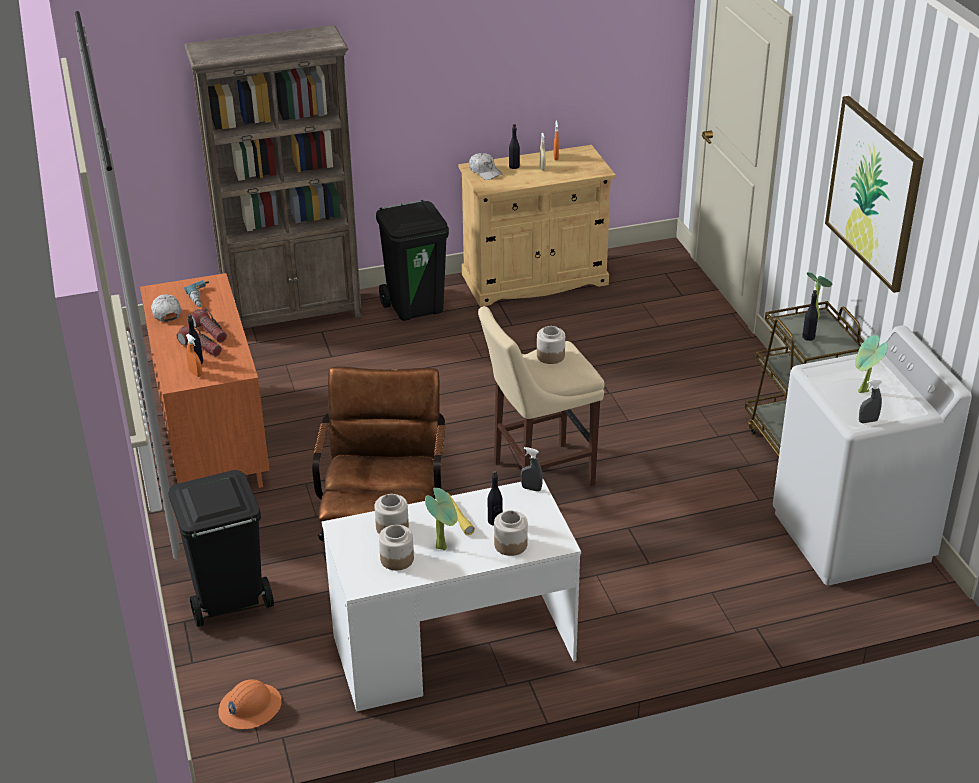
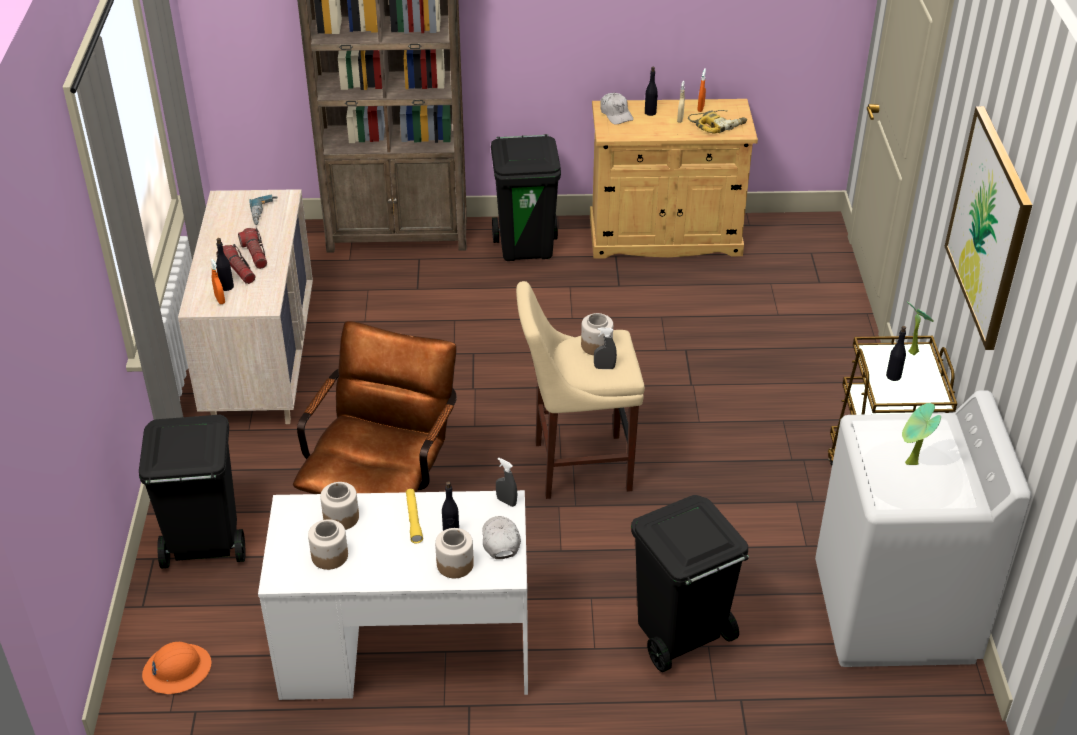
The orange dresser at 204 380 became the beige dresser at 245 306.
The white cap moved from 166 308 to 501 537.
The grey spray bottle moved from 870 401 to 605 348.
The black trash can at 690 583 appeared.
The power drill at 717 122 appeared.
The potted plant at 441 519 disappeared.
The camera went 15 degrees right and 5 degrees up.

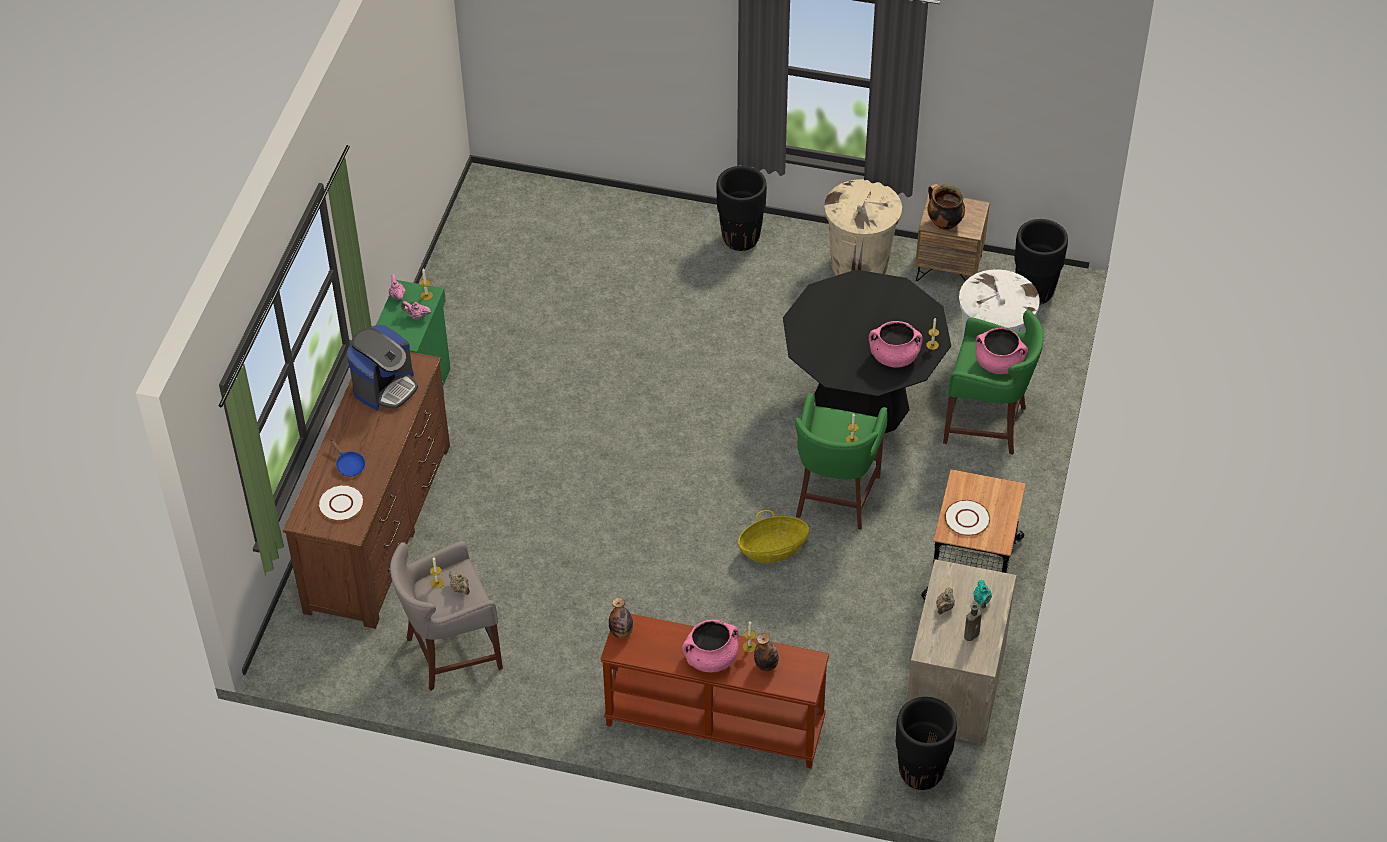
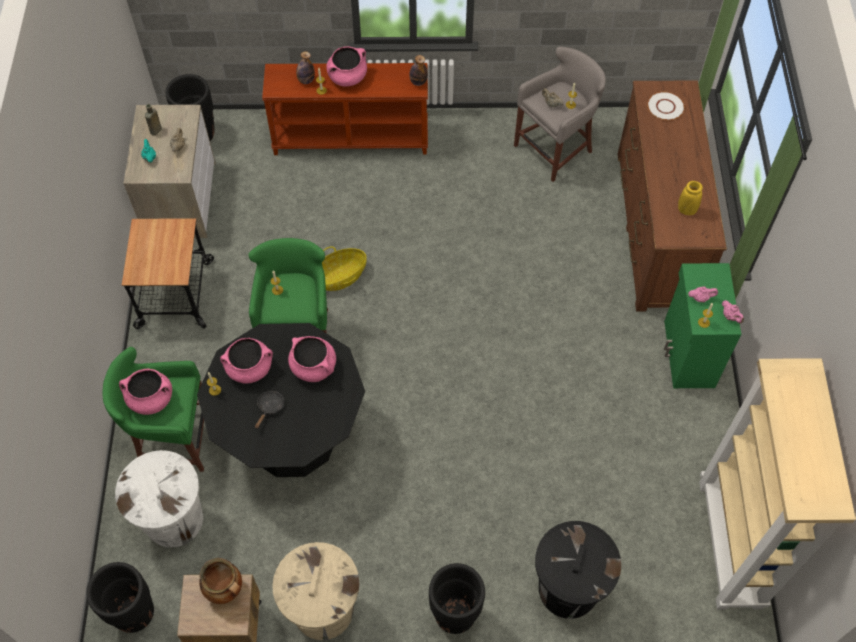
The black frying pan at 269 410 appeared.
The pink cooking pot at 312 359 appeared.
The black trash can at 578 570 appeared.
The coffee machine at 382 367 was replaced by the yellow vase at 690 198.
The beige bookcase at 777 483 appeared.
The blue frying pan at 347 458 disappeared.
The white plate at 967 518 disappeared.
The camera went 165 degrees right and 10 degrees up.

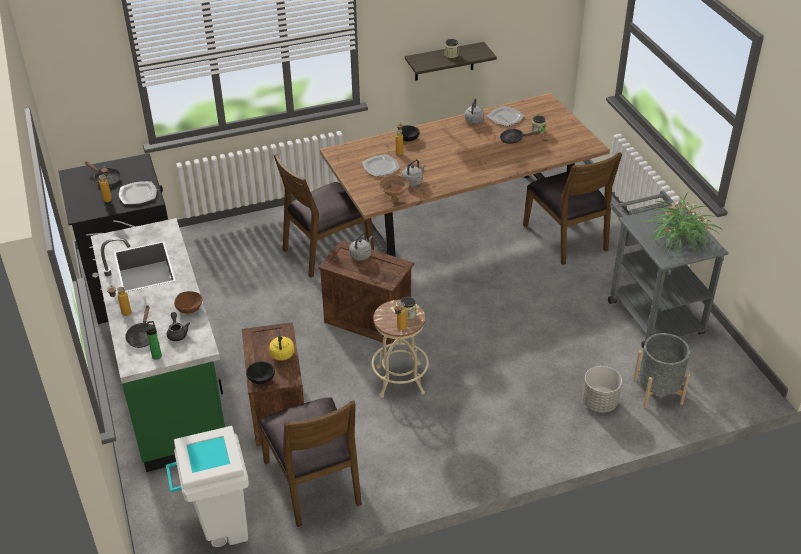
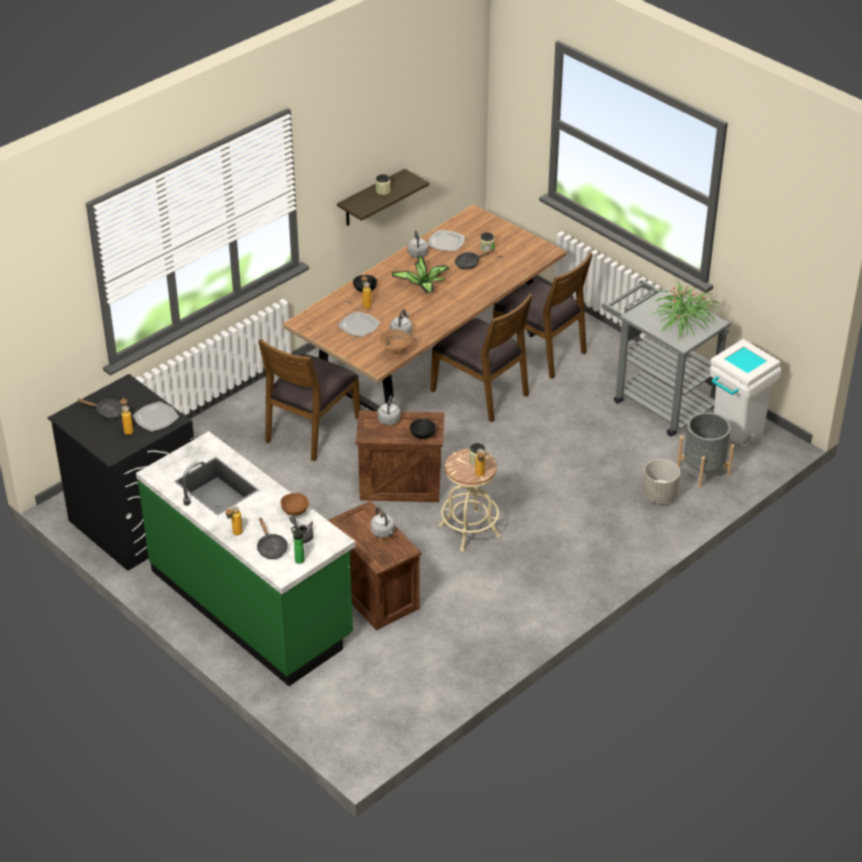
The yellow kettle at 281 345 became the grey kettle at 382 522.
The potted plant at 421 274 appeared.
The black bowl moved from 260 372 to 423 429.
The brown chair moved from 310 462 to 481 358.
The white trash can moved from 207 486 to 745 392.
The camera went 25 degrees left and 0 degrees up.

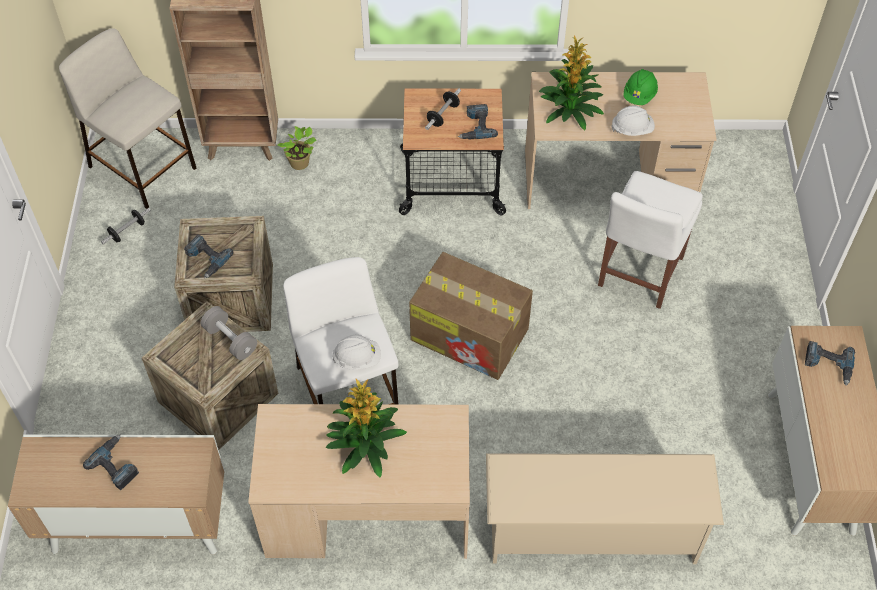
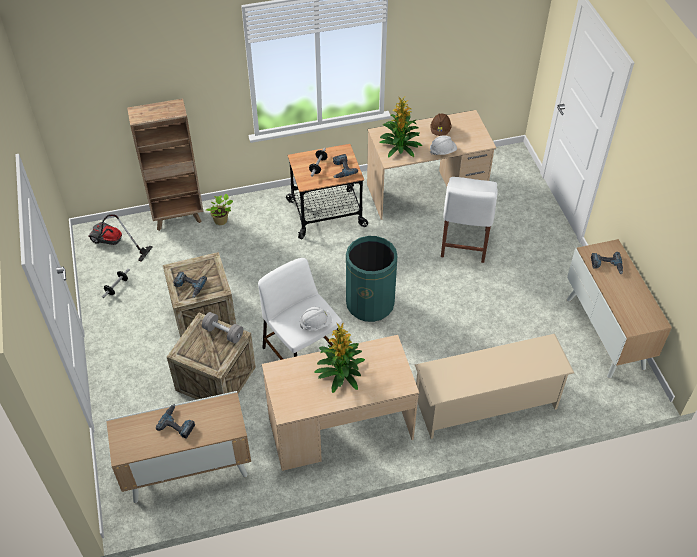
The beige stool at 127 118 was replaced by the vacuum cleaner at 120 238.
The cardboard box at 471 316 was replaced by the green trash can at 371 279.
The green hard hat at 640 87 became the brown hard hat at 441 124.
The camera went 15 degrees left and 5 degrees down.

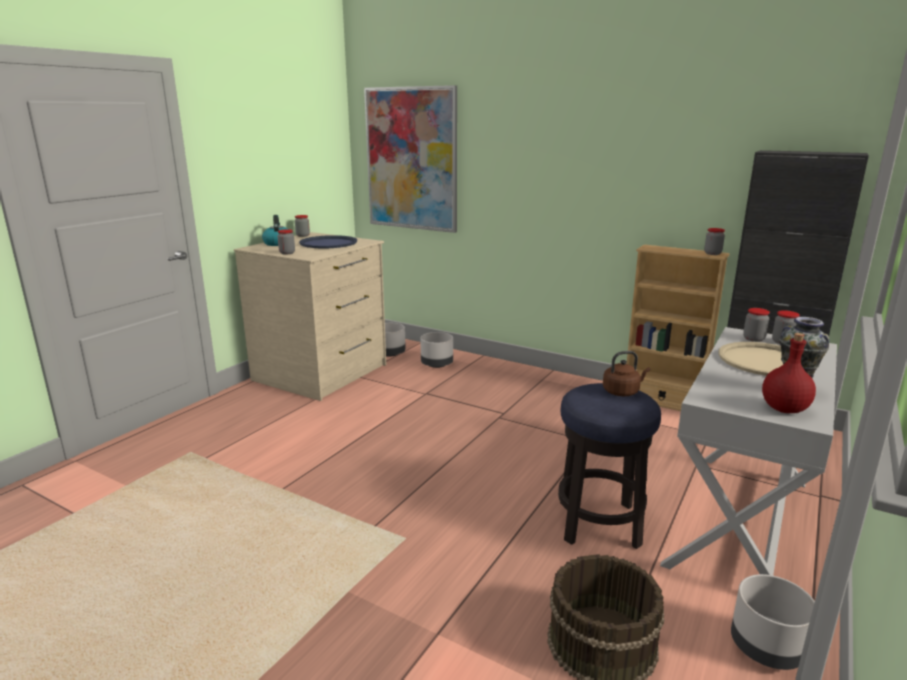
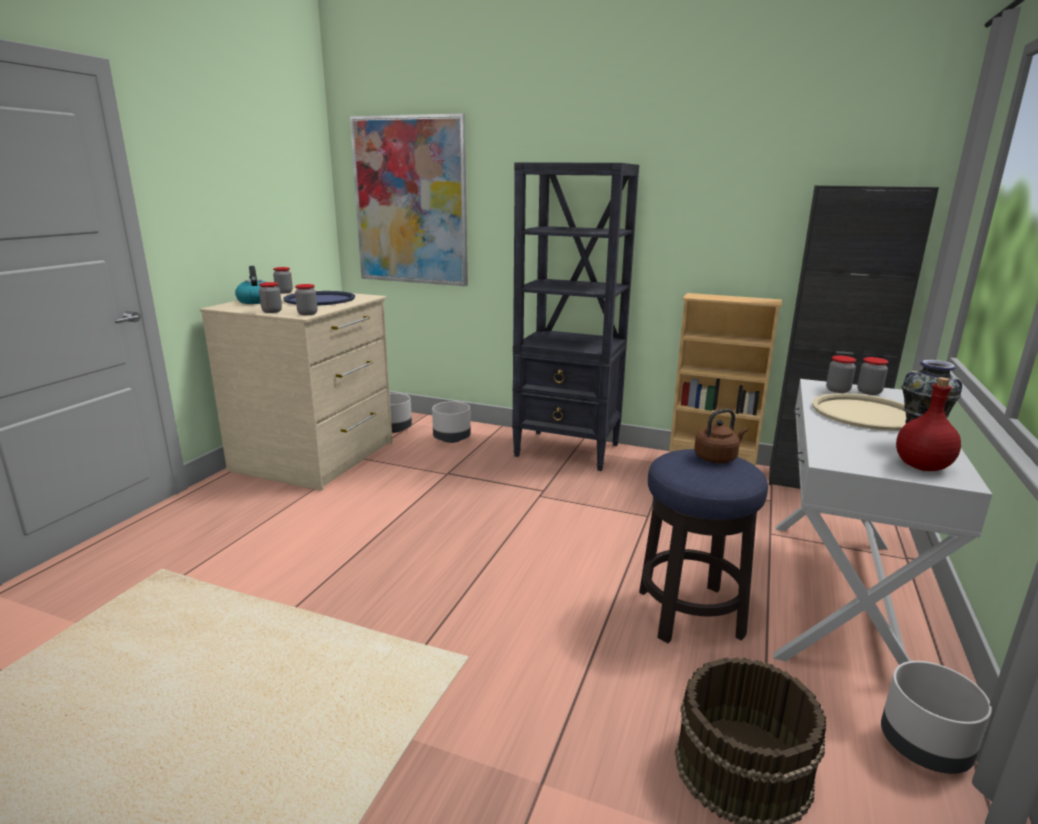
The jar moved from 714 241 to 306 299.
The black bookcase at 575 316 appeared.
The camera went 10 degrees left and 0 degrees up.

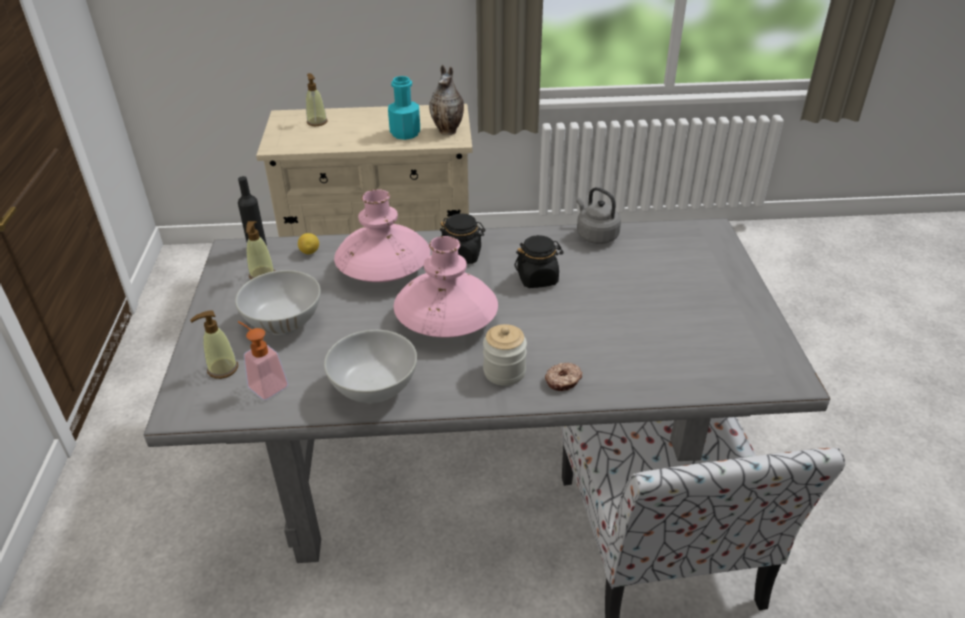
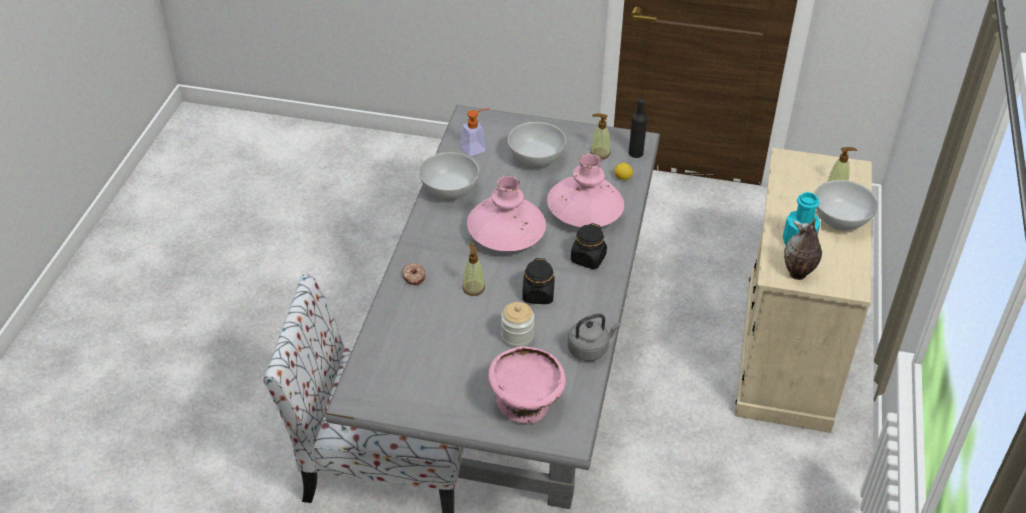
The soap dispenser moved from 214 344 to 474 269.
The pink bowl at 527 385 appeared.
The jar moved from 505 355 to 517 325.
The white bowl at 846 205 appeared.
The camera went 105 degrees right and 5 degrees up.

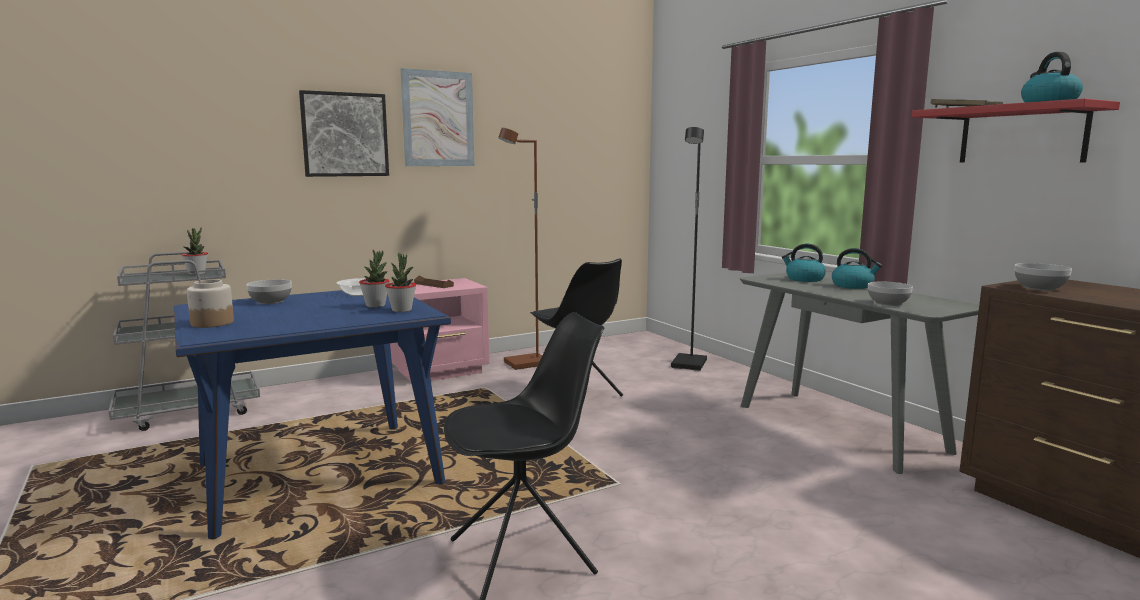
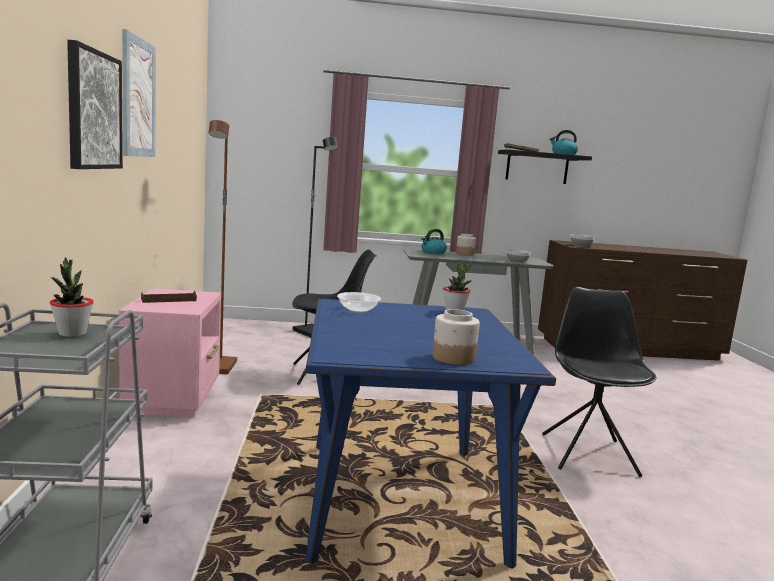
The kettle at 857 268 was replaced by the jar at 466 245.
The red shelf at 1016 130 became the black shelf at 545 166.
The bowl at 269 291 disappeared.
The potted plant at 374 279 disappeared.
The camera went 65 degrees left and 0 degrees up.

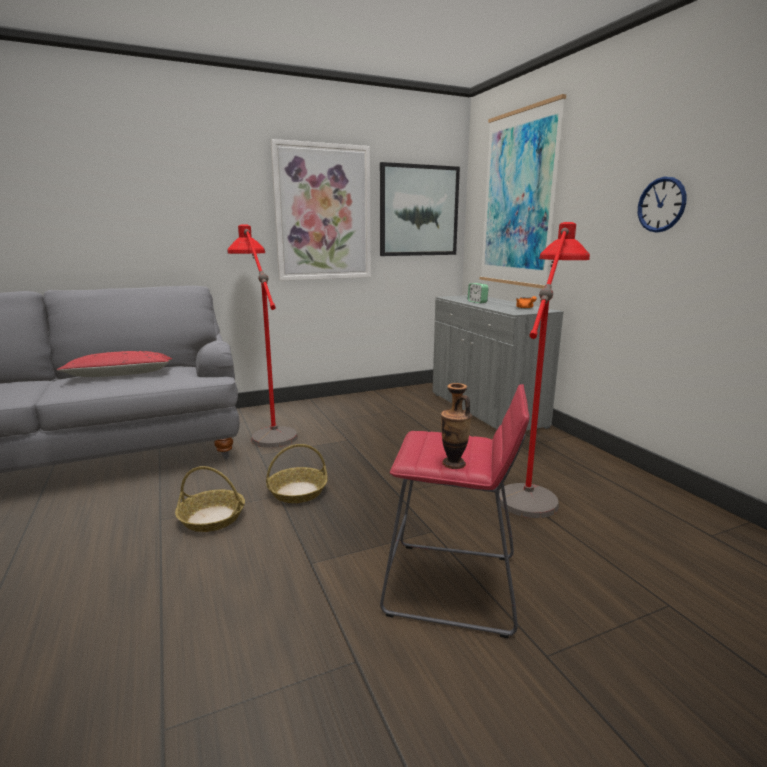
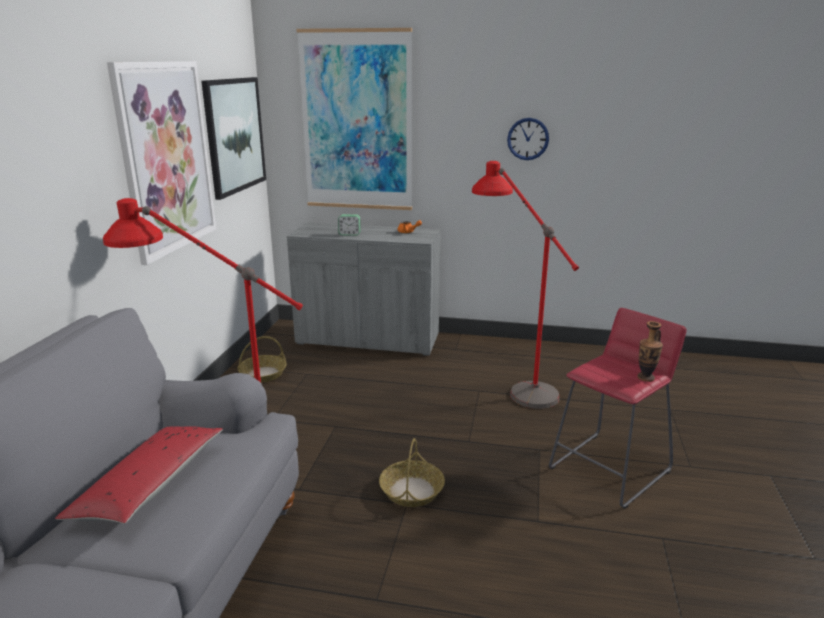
The basket moved from 210 499 to 262 359.
The camera went 55 degrees left and 5 degrees up.

